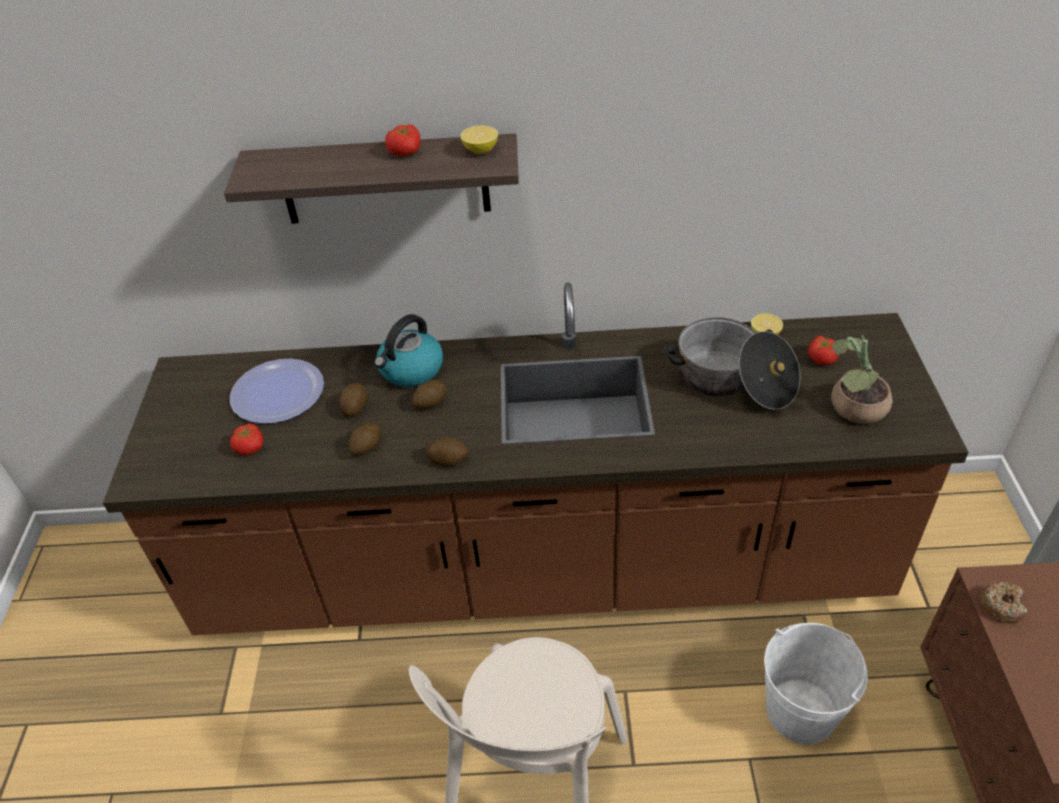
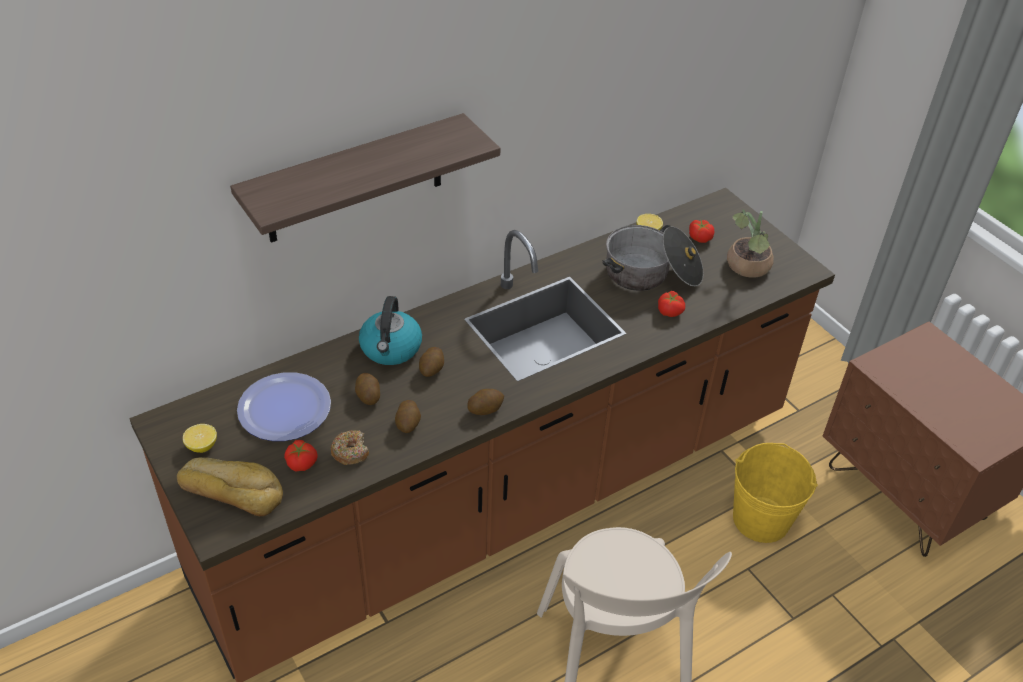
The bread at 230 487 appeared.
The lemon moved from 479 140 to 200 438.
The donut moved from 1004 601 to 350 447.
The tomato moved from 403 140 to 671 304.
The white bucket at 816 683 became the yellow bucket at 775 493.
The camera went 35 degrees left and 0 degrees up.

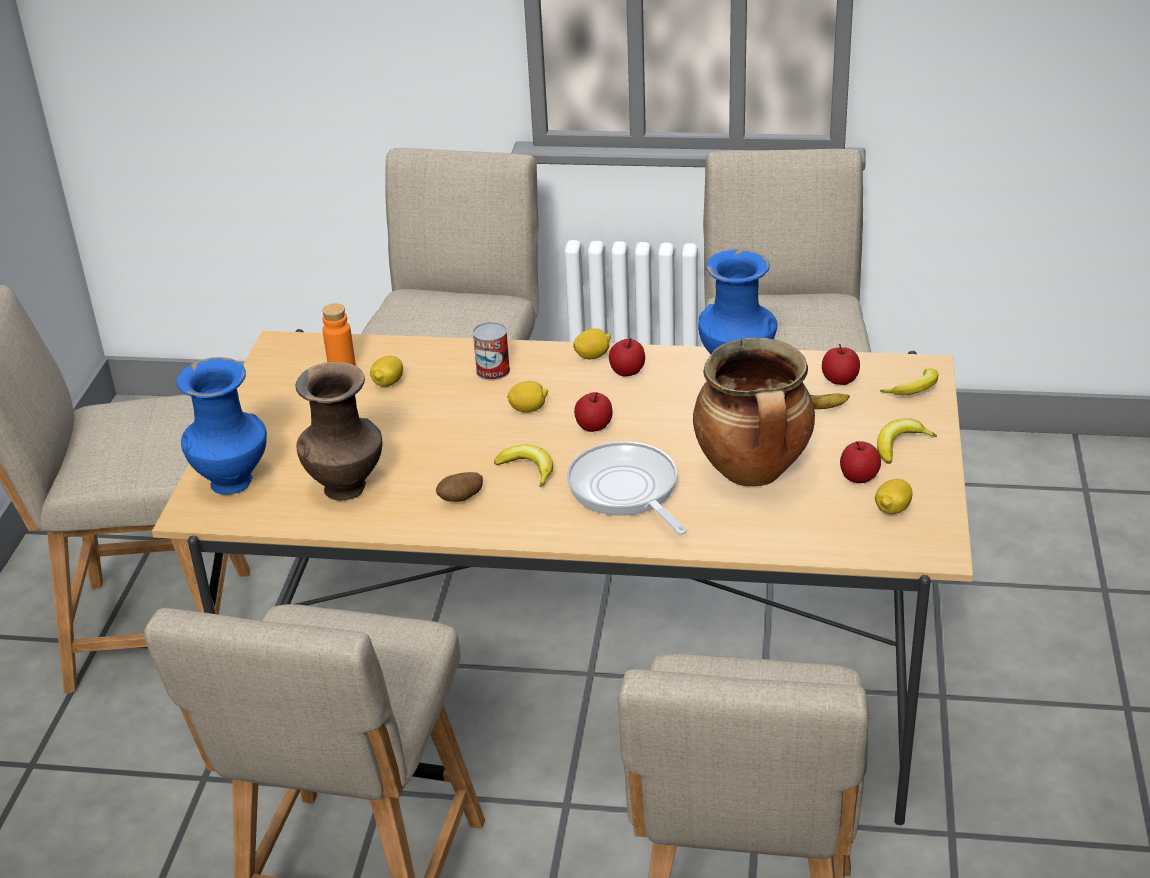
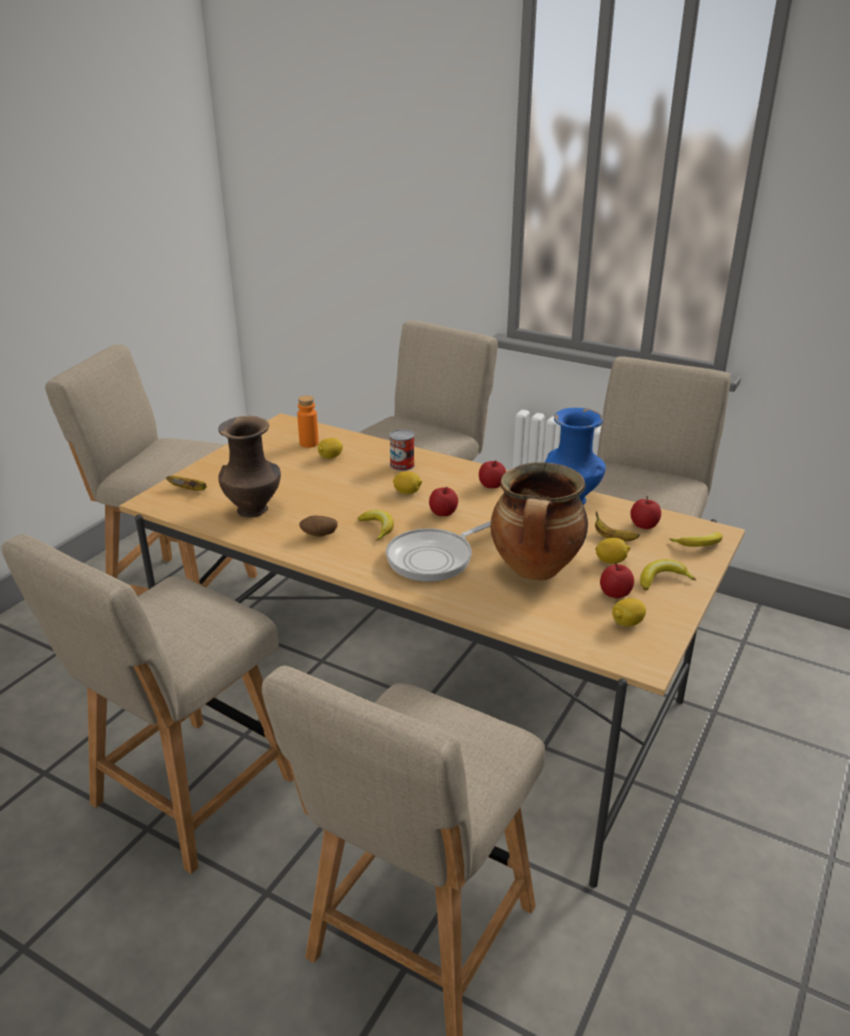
The blue vase at 222 426 was replaced by the banana at 186 483.
The frying pan at 627 488 turned 120 degrees counterclockwise.
The lemon moved from 592 343 to 613 551.
The camera went 20 degrees right and 5 degrees down.

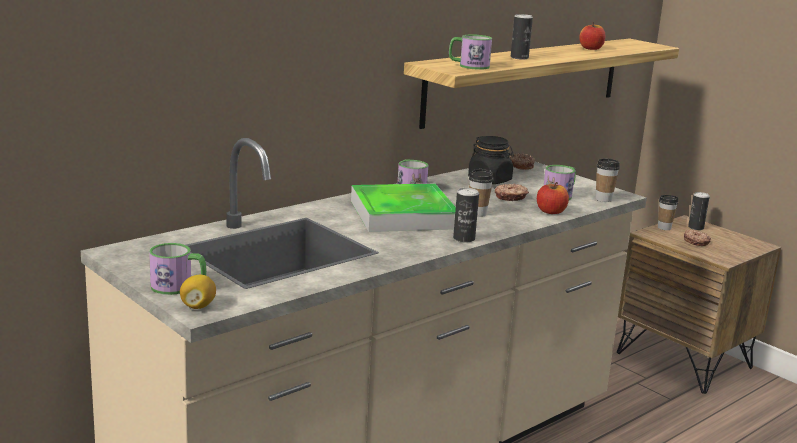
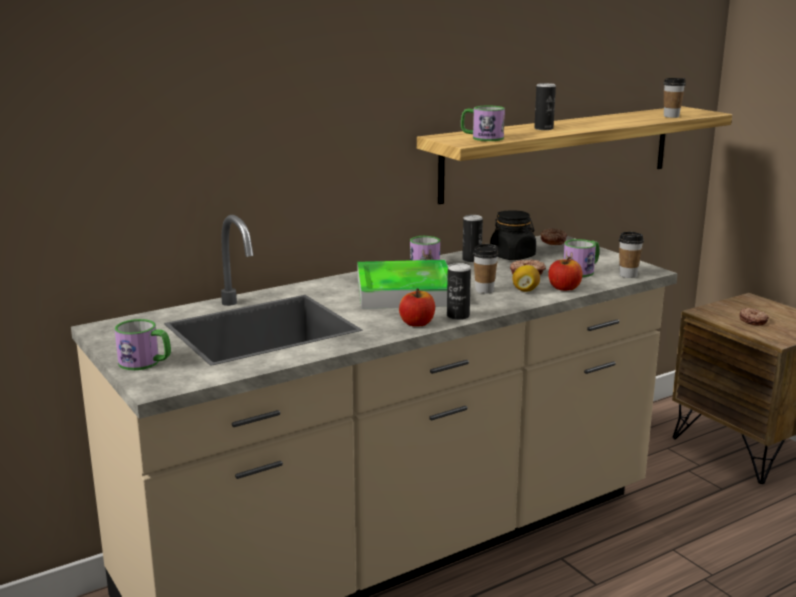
The apple moved from 592 36 to 417 308.
The can moved from 699 211 to 472 238.
The lemon moved from 198 292 to 526 278.
The cup moved from 668 212 to 674 98.
The camera went 10 degrees right and 0 degrees up.

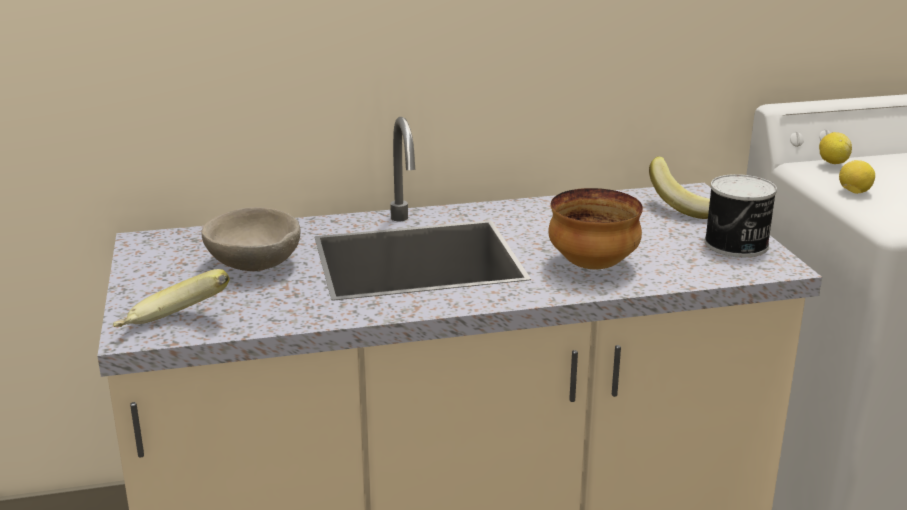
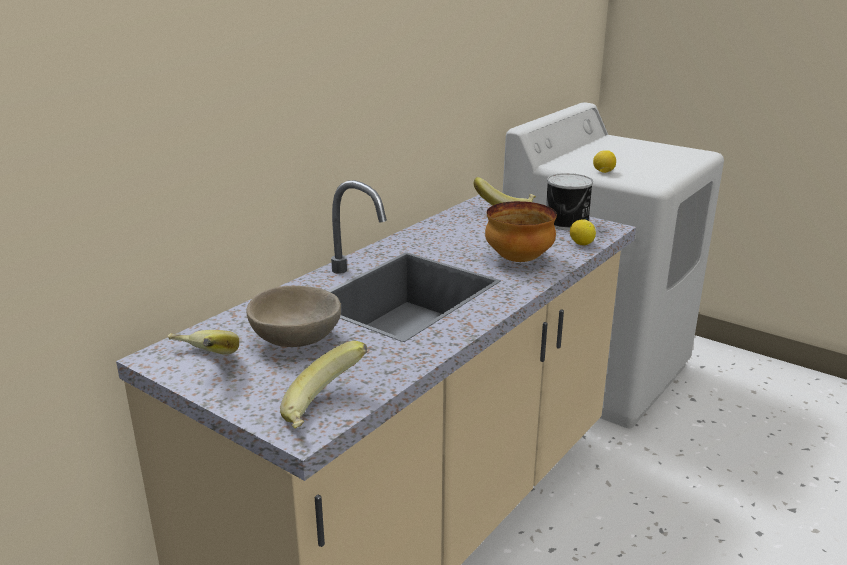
The banana at 203 342 appeared.
The lemon moved from 835 148 to 583 232.
The camera went 40 degrees left and 0 degrees up.

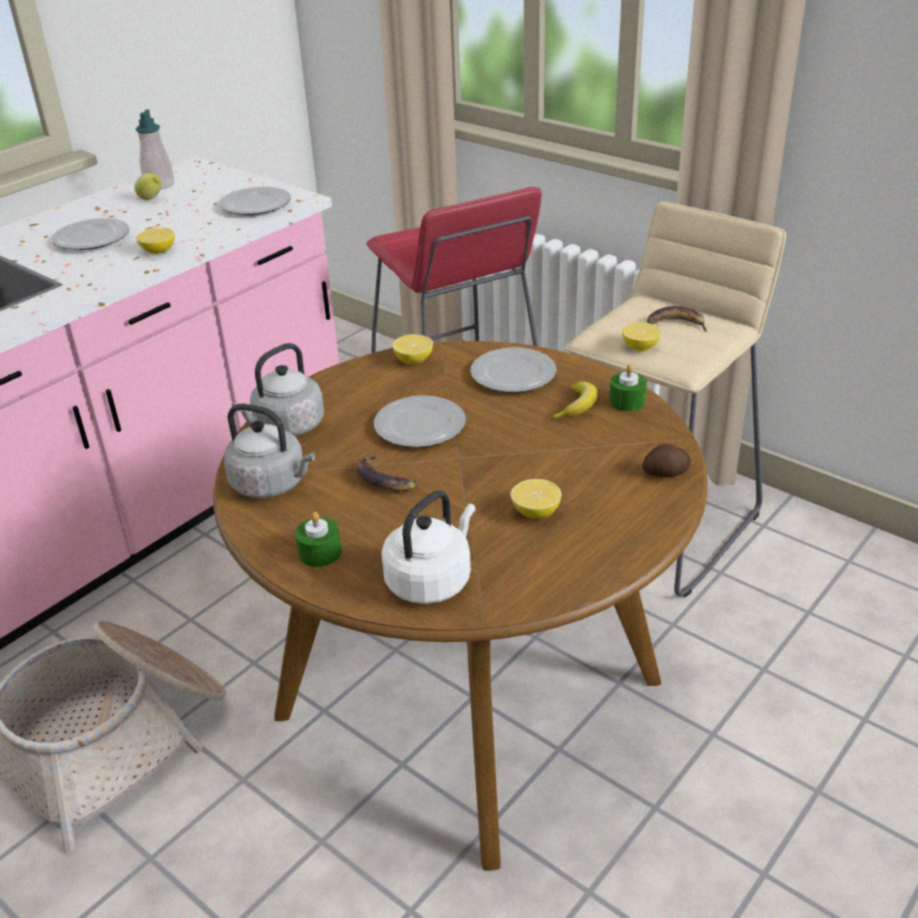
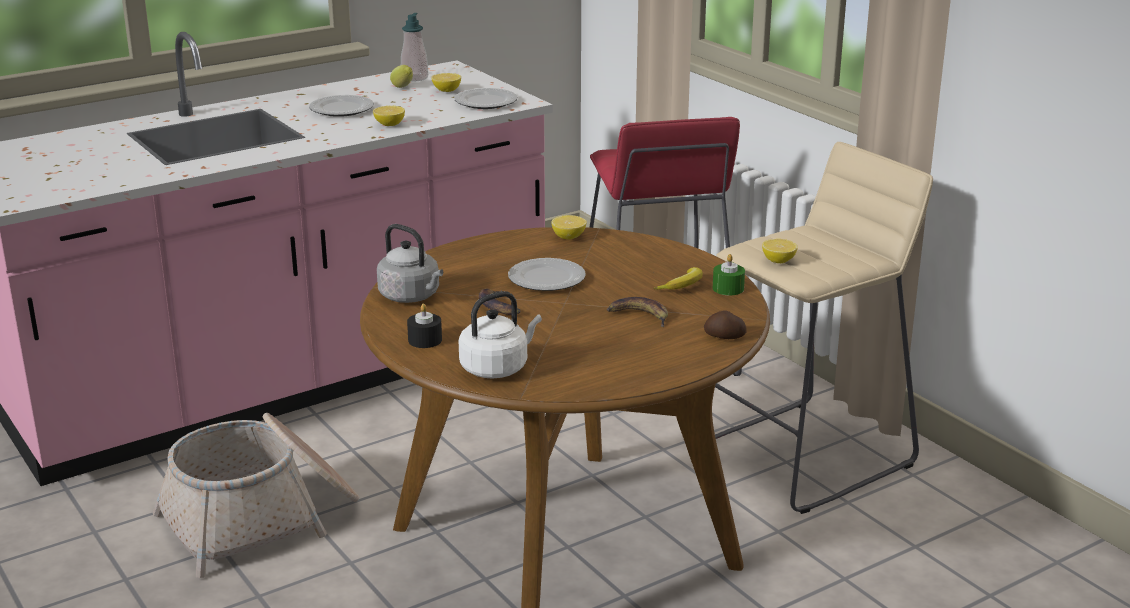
The green candle at 318 539 became the black candle at 424 326.
The lemon moved from 536 499 to 446 82.
The banana moved from 677 319 to 637 312.
The grey kettle at 278 389 disappeared.
The plate at 513 370 disappeared.
The camera went 15 degrees right and 10 degrees down.

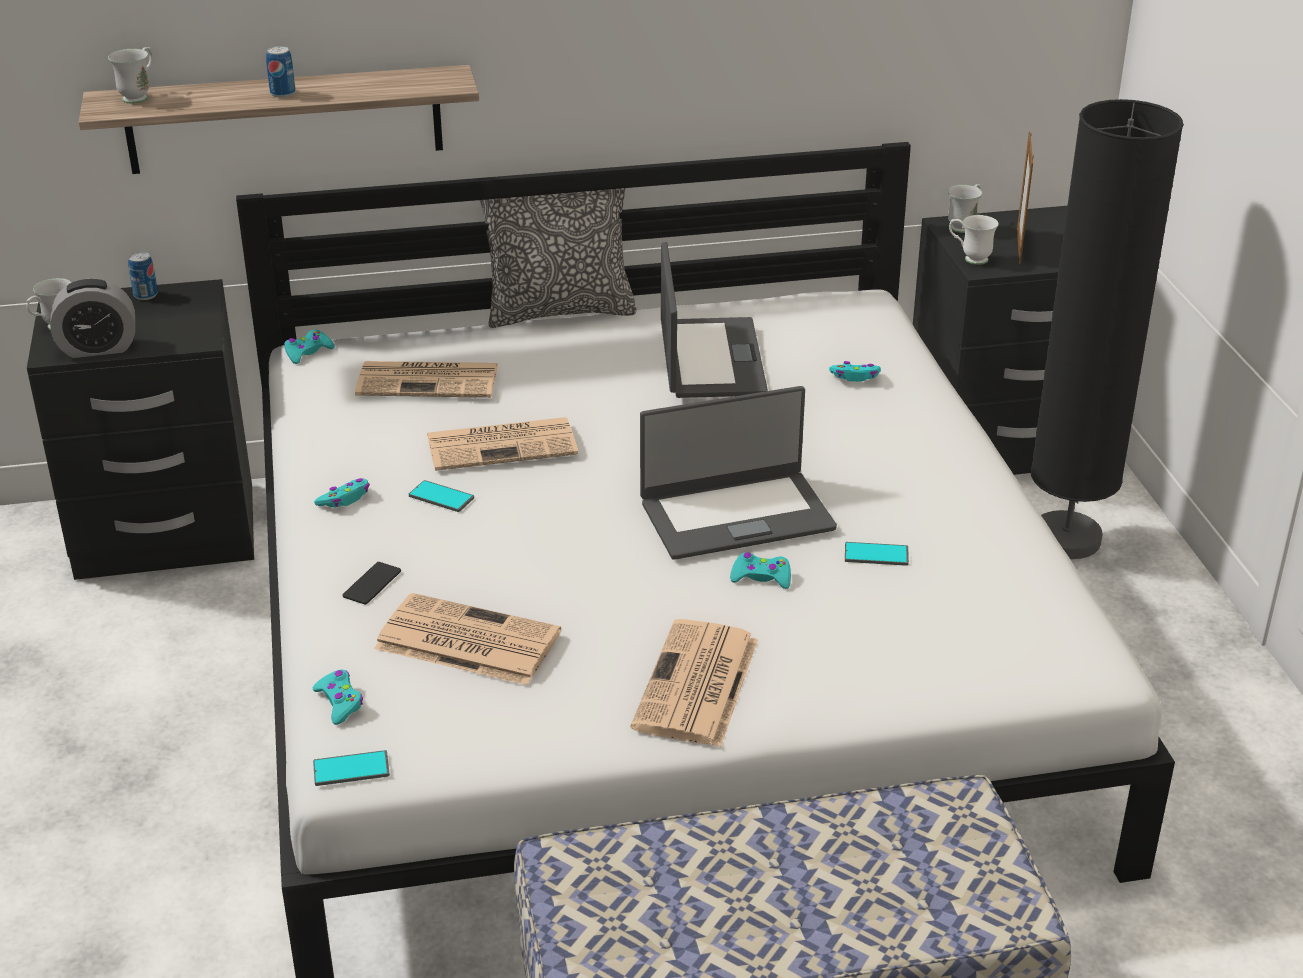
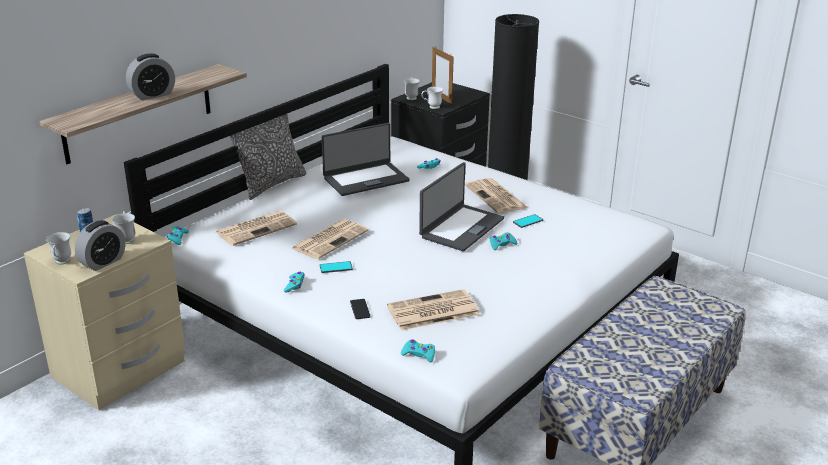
The black nightstand at 140 429 became the beige nightstand at 104 312.
The white mug moved from 130 75 to 123 227.
The can at 280 72 was replaced by the alarm clock at 150 76.
The laptop at 714 320 turned 105 degrees clockwise.
The newspaper moved from 694 683 to 496 195.
The phone at 351 768 disappeared.
The camera went 40 degrees left and 5 degrees down.

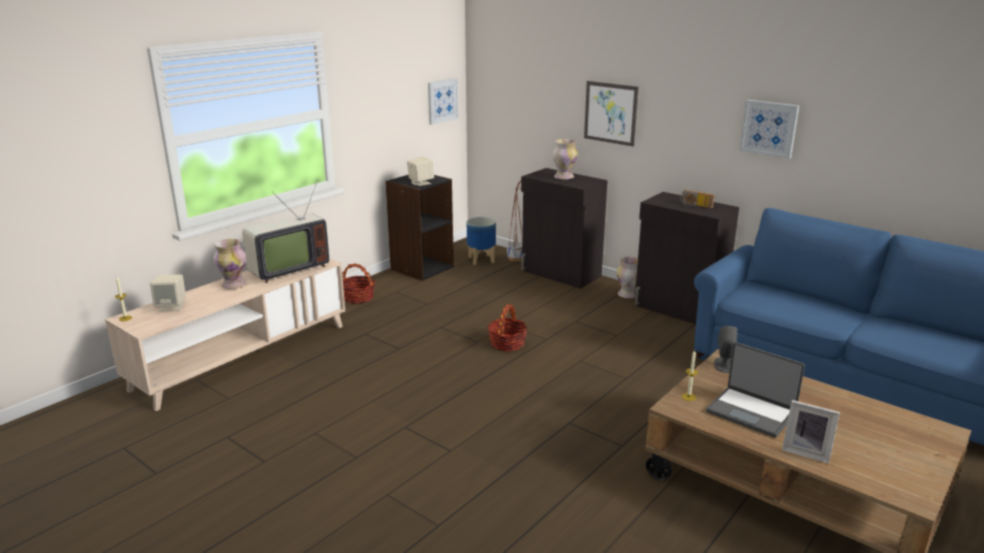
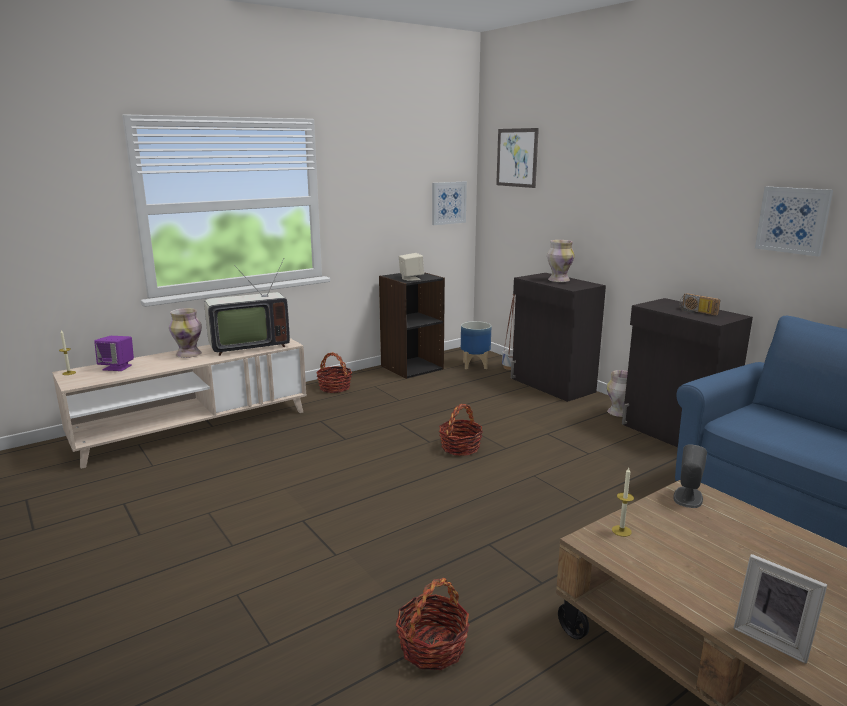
The beige speaker at 168 293 became the purple speaker at 114 353.
The basket at 432 624 appeared.
The picture moved from 611 114 to 517 158.
The laptop at 755 390 disappeared.
The camera went 15 degrees right and 5 degrees down.

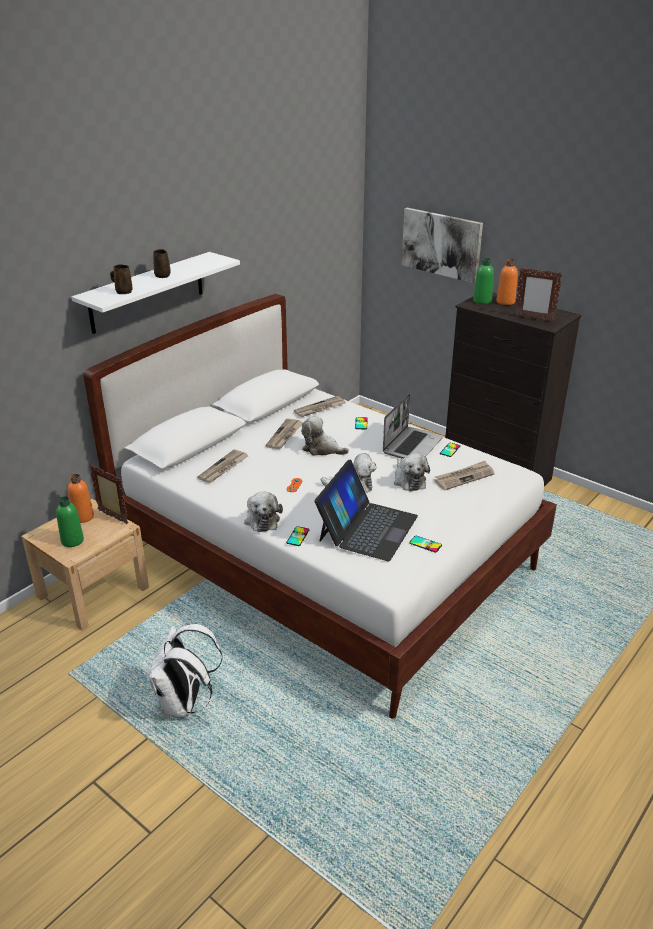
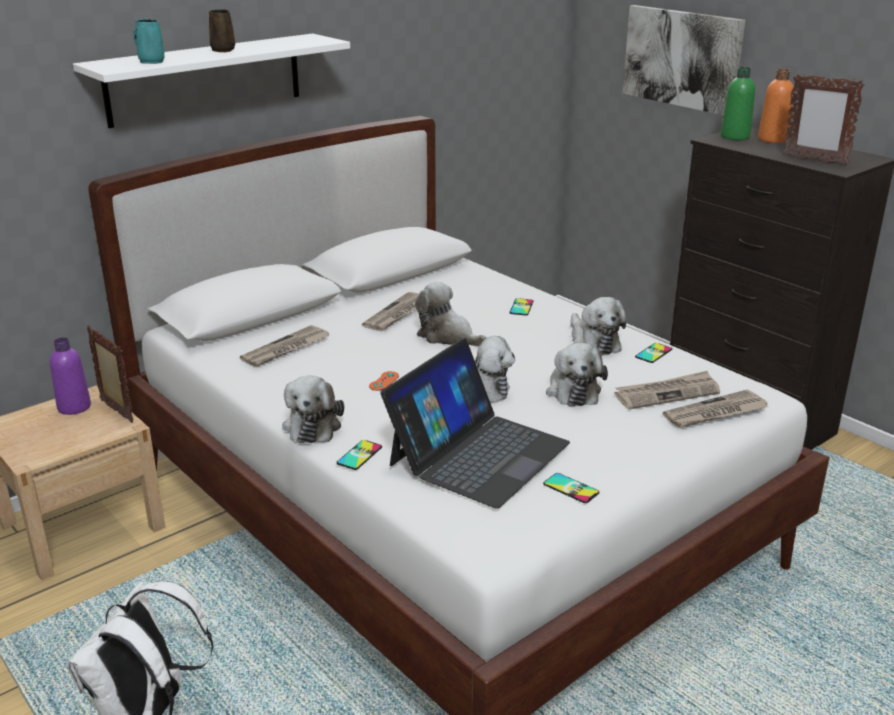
The orange bottle at 81 498 became the purple bottle at 70 376.
The brown mug at 121 279 became the turquoise mug at 149 41.
The laptop at 413 426 was replaced by the plush toy at 598 326.
The newspaper moved from 320 406 to 716 408.
The green bottle at 70 521 disappeared.
The camera went 10 degrees right and 5 degrees down.

